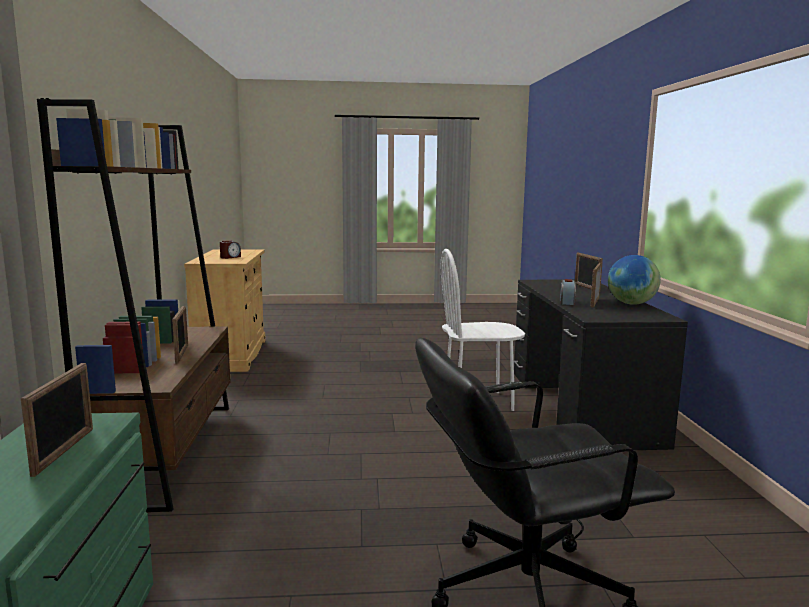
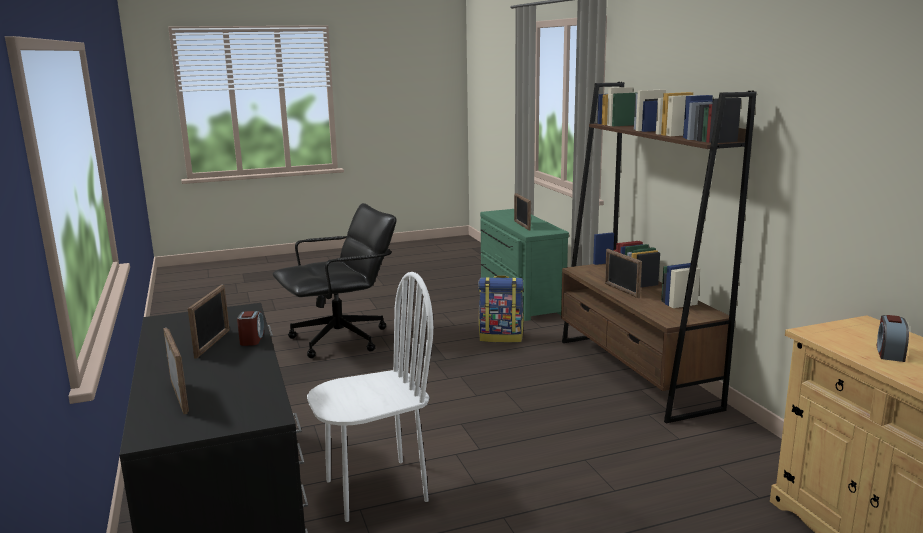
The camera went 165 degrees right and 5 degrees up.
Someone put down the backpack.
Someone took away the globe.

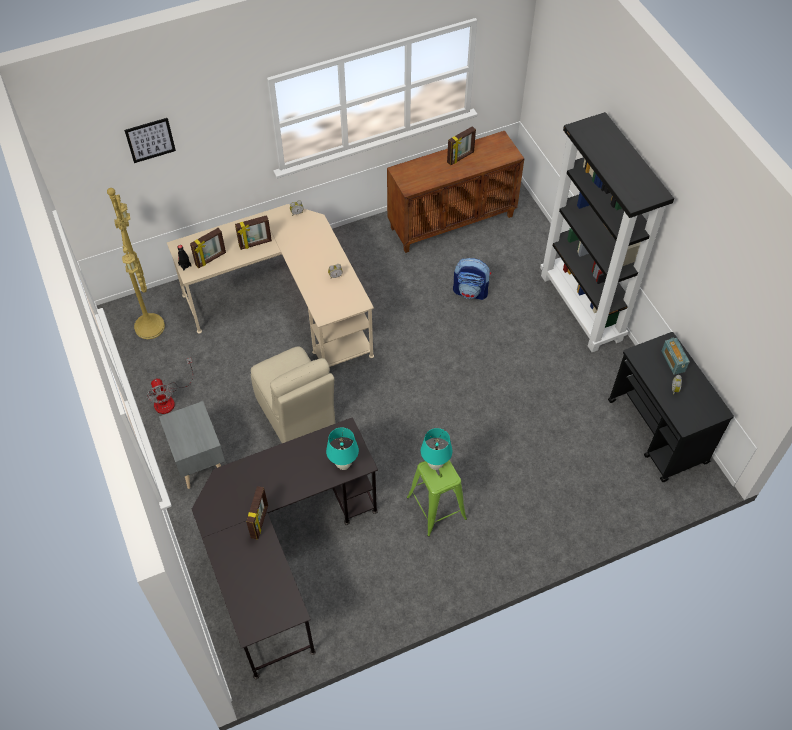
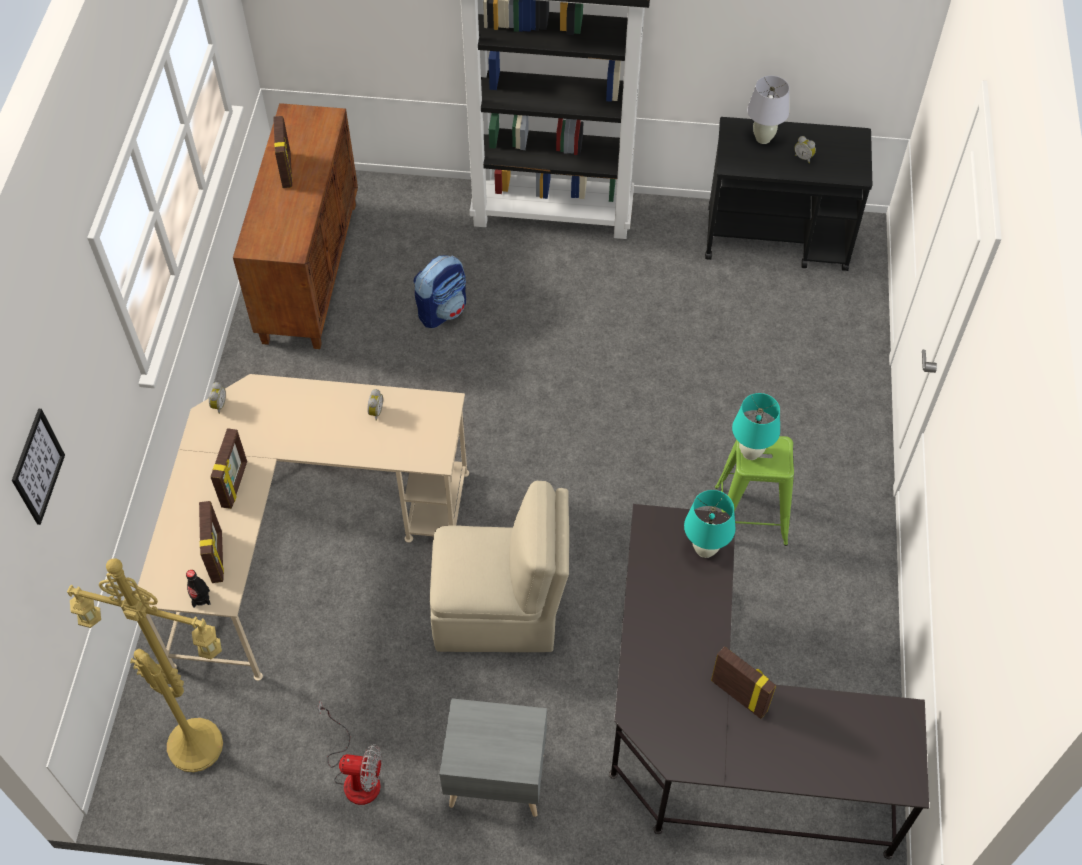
The camera went 60 degrees left and 0 degrees up.
Someone swapped the radio for the table lamp (white).

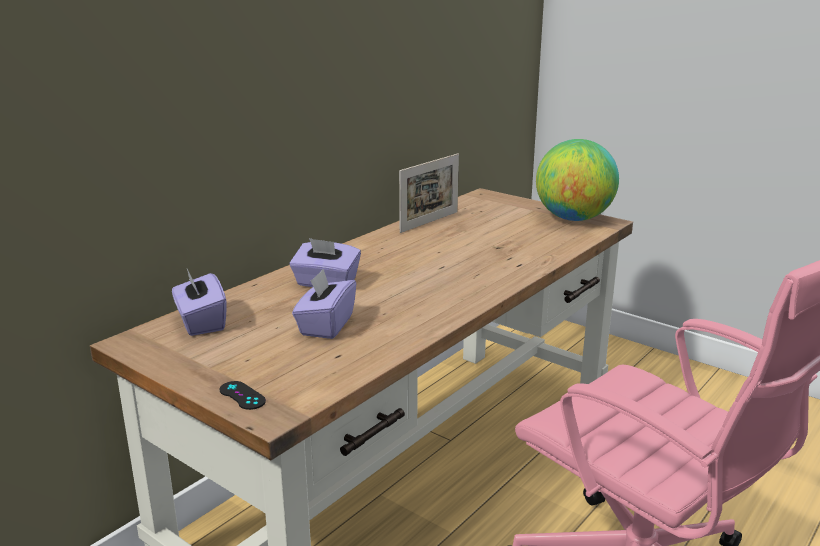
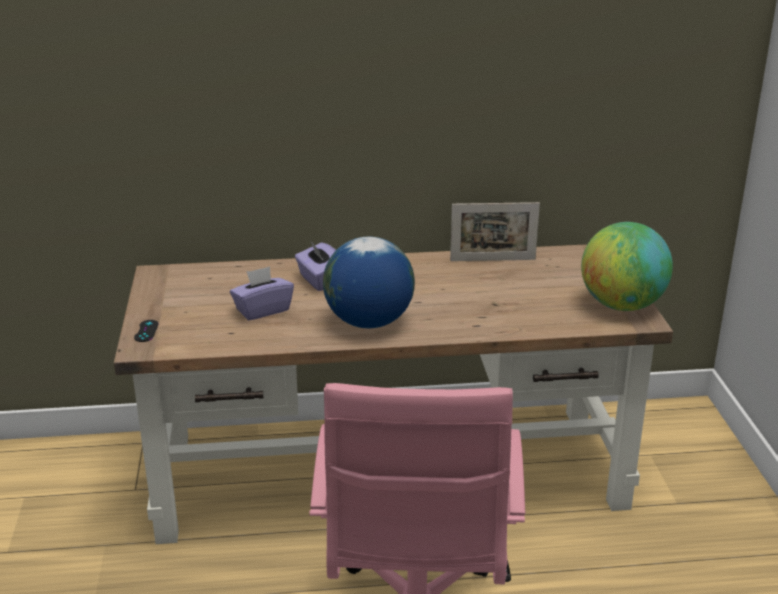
The camera went 45 degrees right and 5 degrees up.
Someone put down the globe (no. 1 from left).
Someone took away the tissue box (purple) (no. 1 from left).

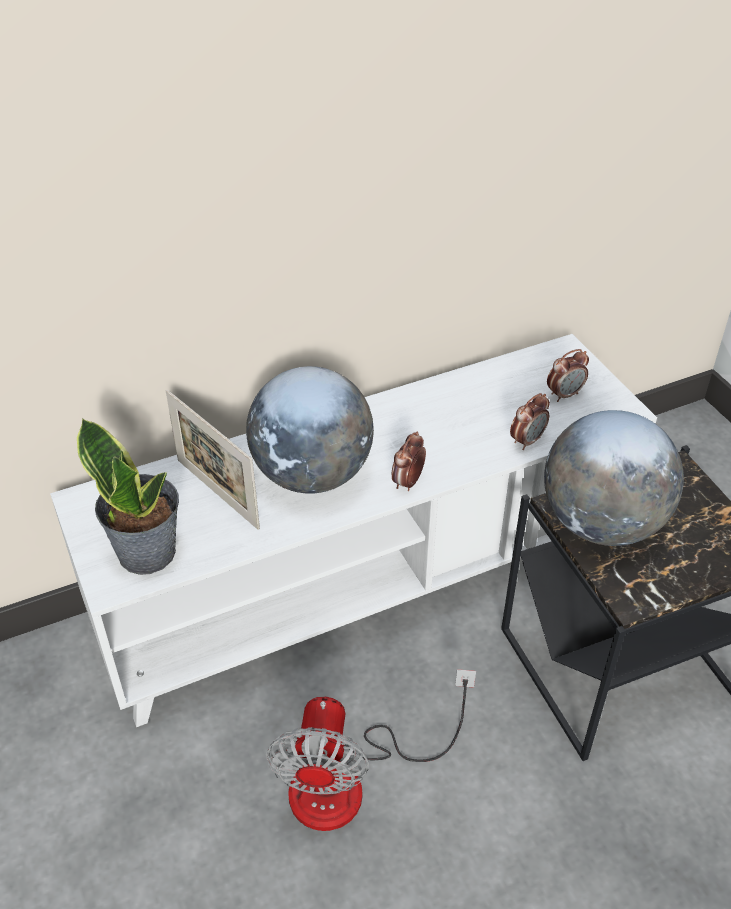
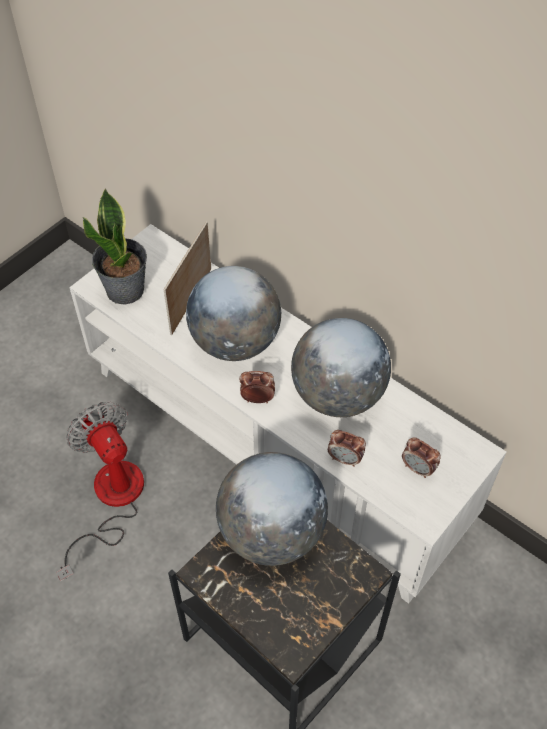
The camera went 65 degrees right and 10 degrees up.
Someone rotated the fan by 75 degrees clockwise.
Someone put down the globe (no. 3 from left).

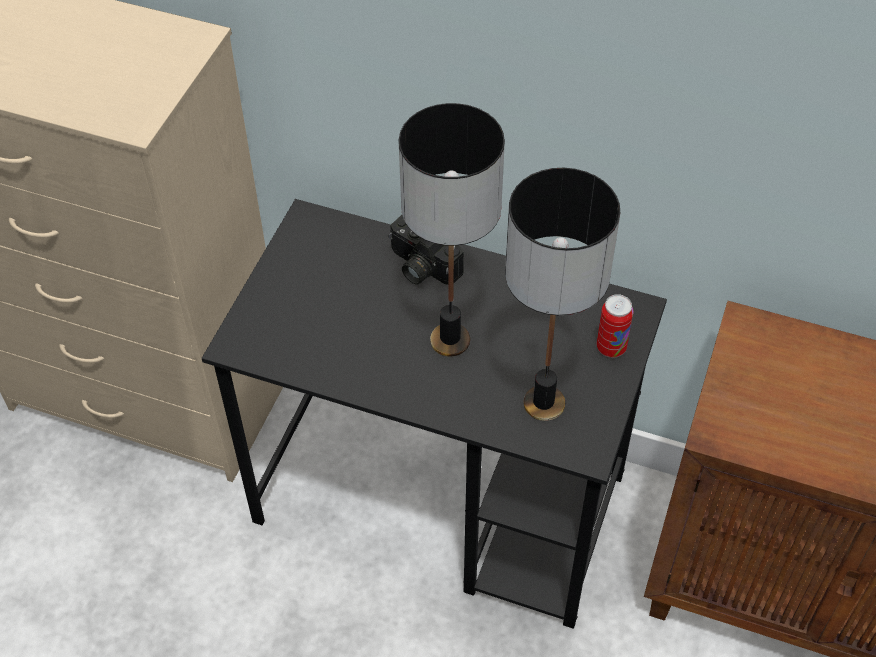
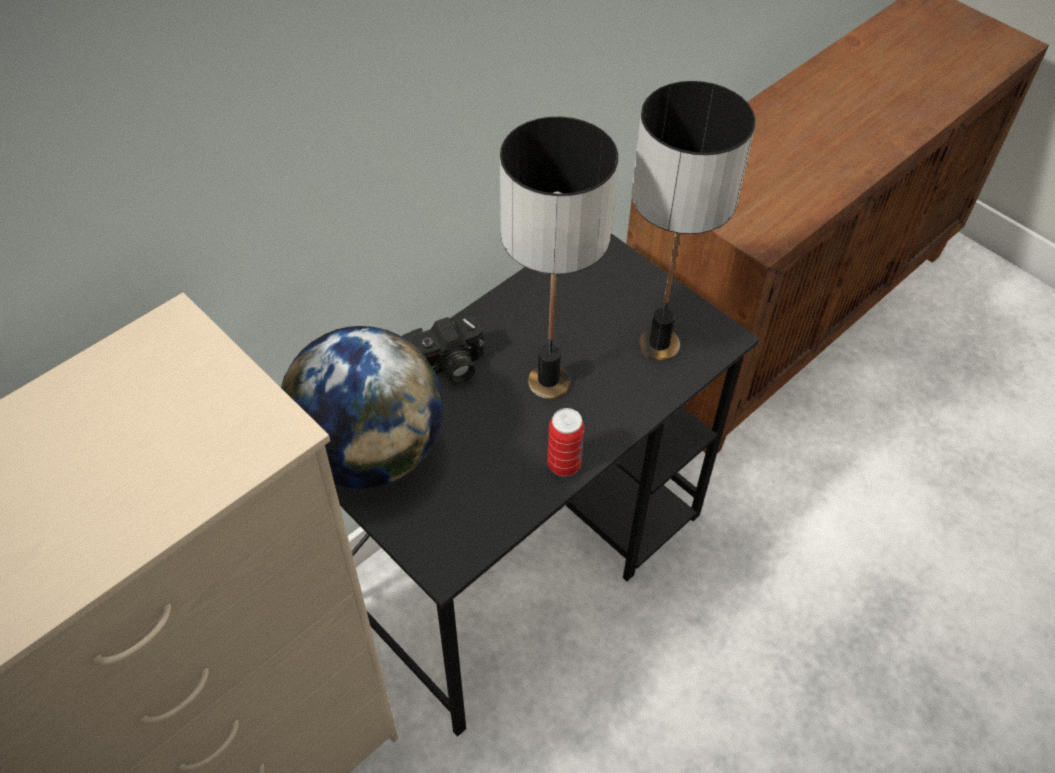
The camera went 65 degrees left and 0 degrees up.
Someone put down the globe.
Someone carried the can.

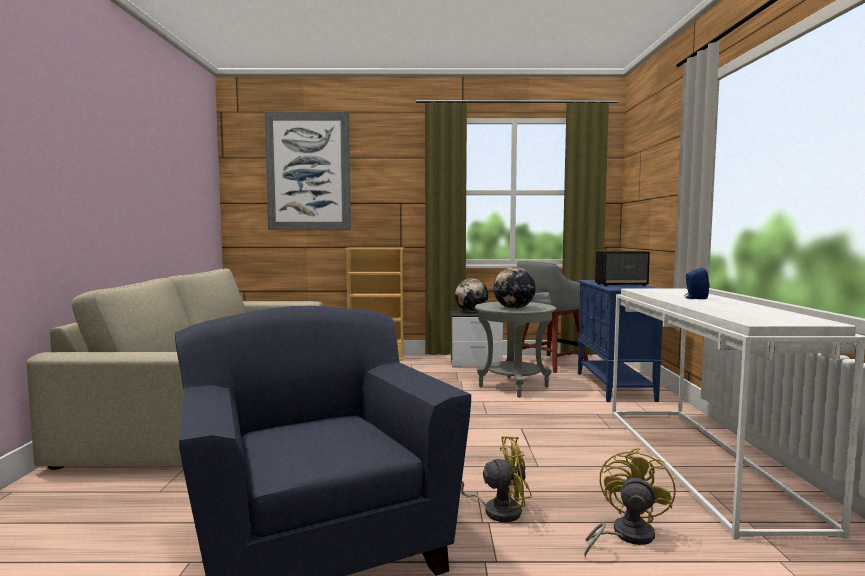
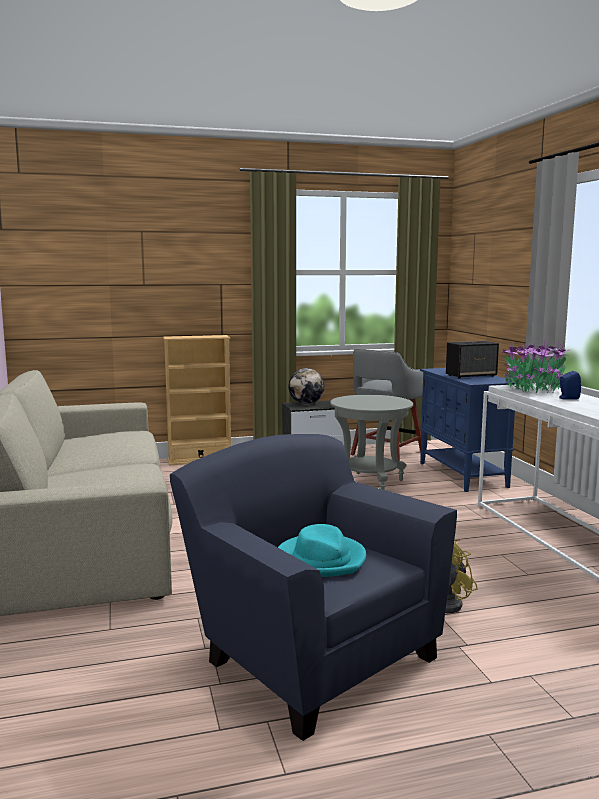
The camera went 15 degrees left and 5 degrees up.
Someone put down the hat (turquoise).
Someone put down the potted plant.
Someone took away the picture.
Someone took away the globe (no. 2 from left).
Someone took away the fan (yellow) (no. 2 from left).

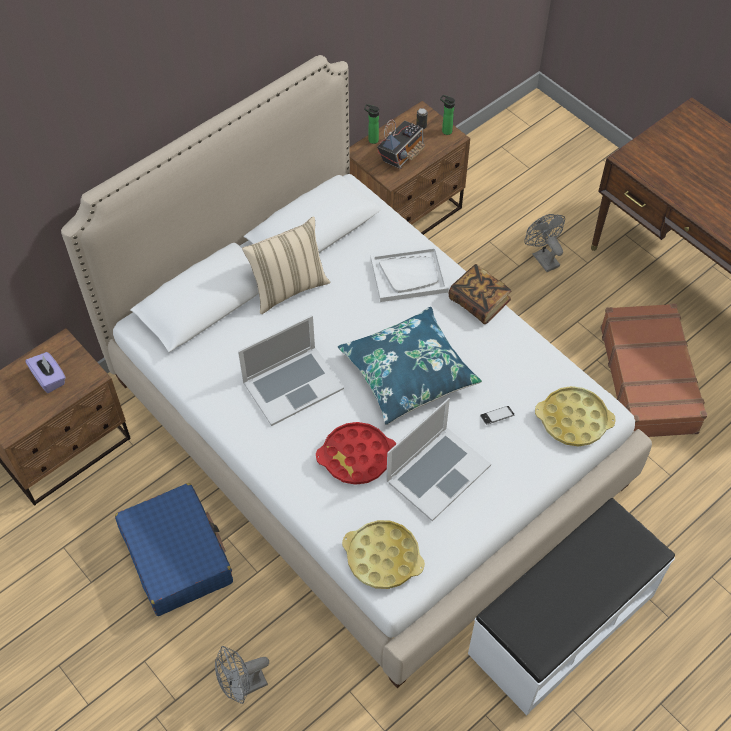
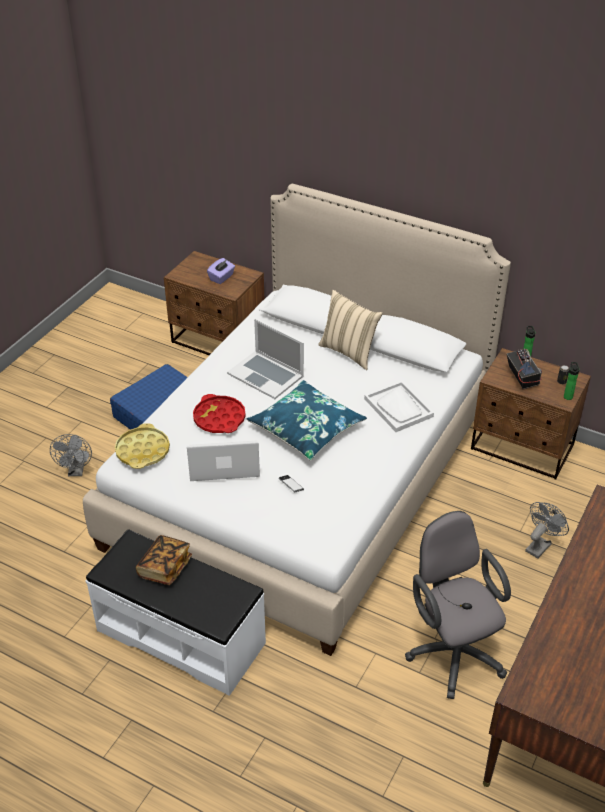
The camera went 70 degrees right and 15 degrees down.
Someone rotated the fan (grey) (no. 1 from left) by 135 degrees counterclockwise.
Someone carried the book.
Someone rotated the laptop (no. 2 from left in the first image) by 150 degrees clockwise.
Someone swapped the suitcase (brown) for the office chair (grey).
Someone rotated the radio by 120 degrees counterclockwise.
Someone took away the tray (yellow) (no. 2 from left).

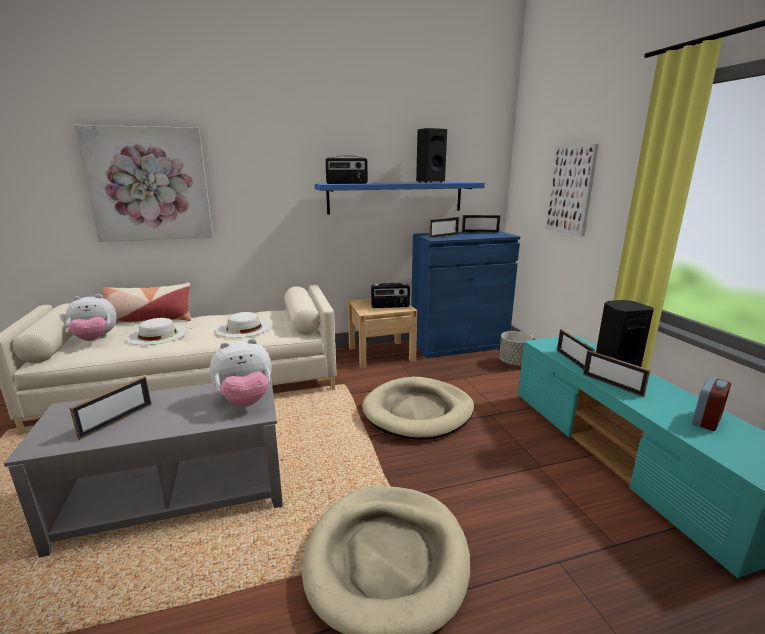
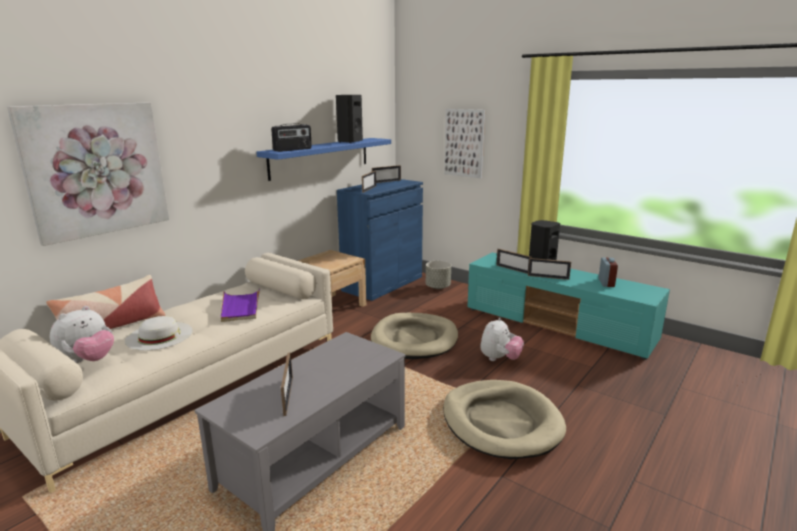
The camera went 35 degrees left and 0 degrees up.
Someone swapped the hat (white) (no. 2 from left) for the tray (purple).
Someone carried the plush toy (no. 2 from left).
Someone took away the radio (no. 2 from left).

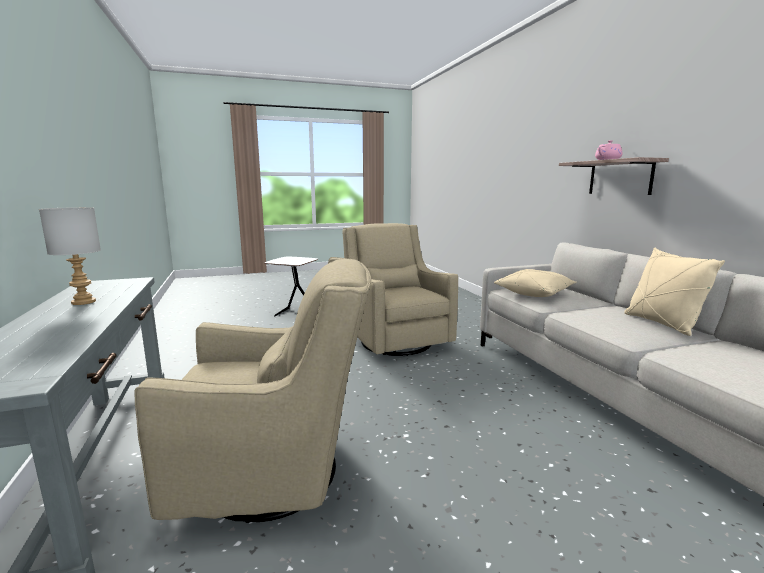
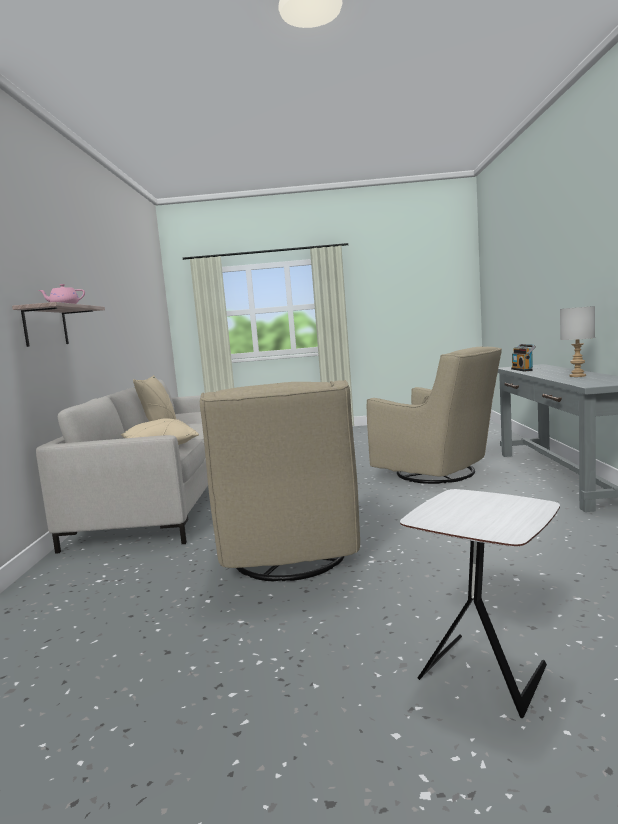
The camera went 160 degrees left and 5 degrees down.
Someone rotated the armchair (beige) (no. 1 from left in the first image) by 150 degrees counterclockwise.
Someone put down the radio.

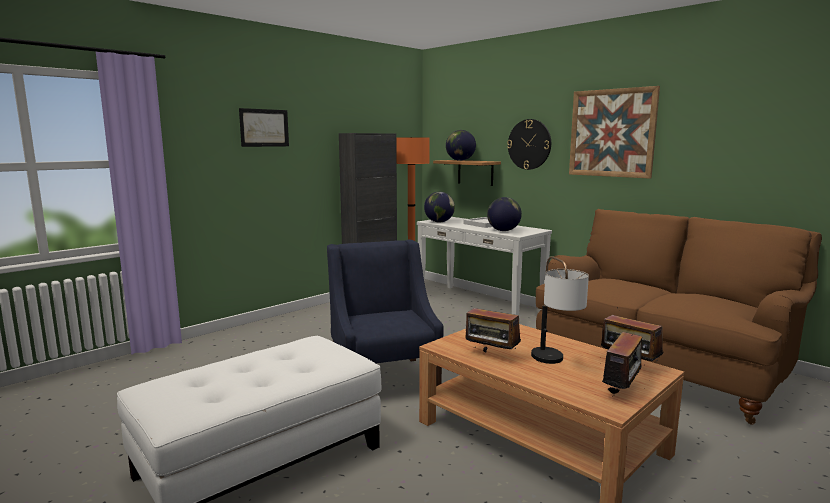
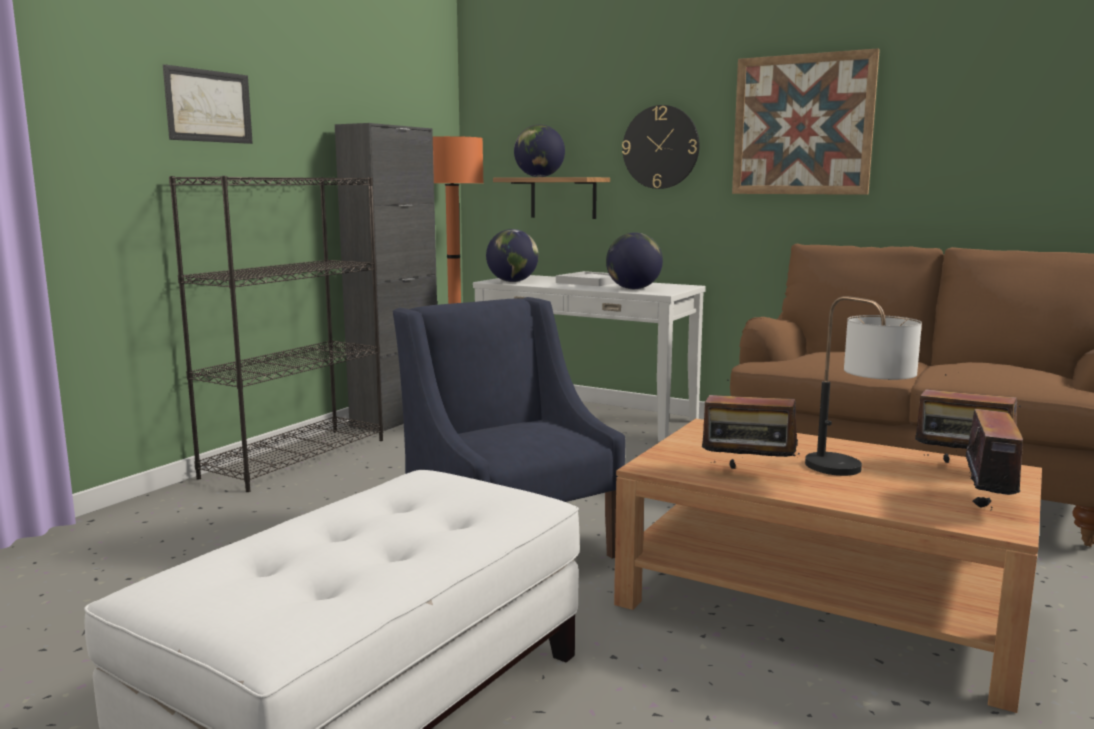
The camera went 15 degrees left and 0 degrees up.
Someone put down the bookcase (black).

